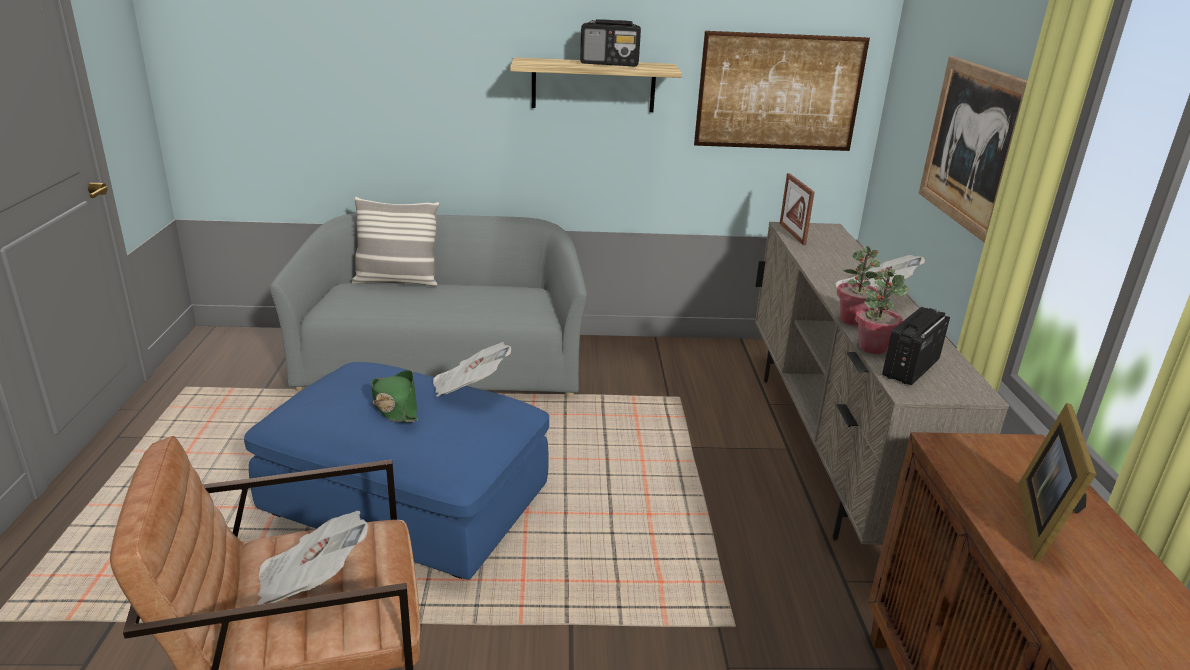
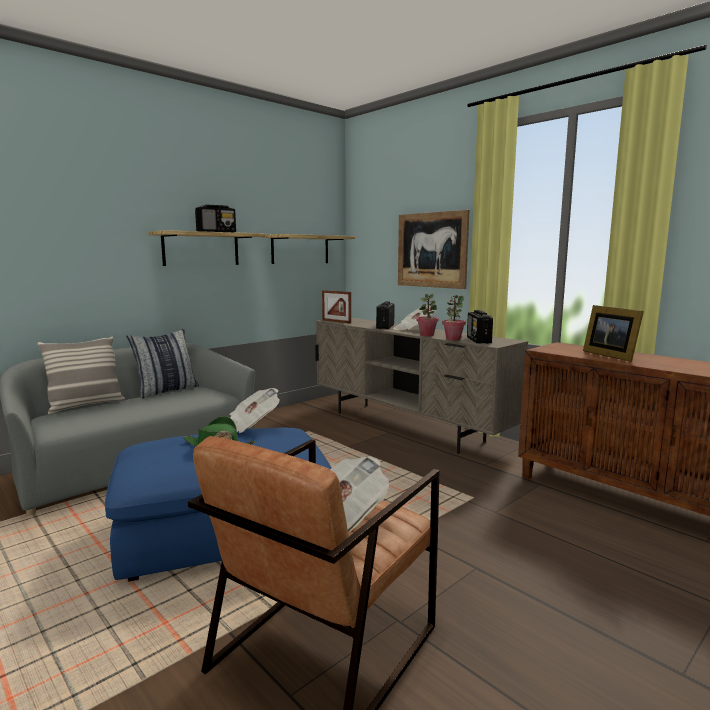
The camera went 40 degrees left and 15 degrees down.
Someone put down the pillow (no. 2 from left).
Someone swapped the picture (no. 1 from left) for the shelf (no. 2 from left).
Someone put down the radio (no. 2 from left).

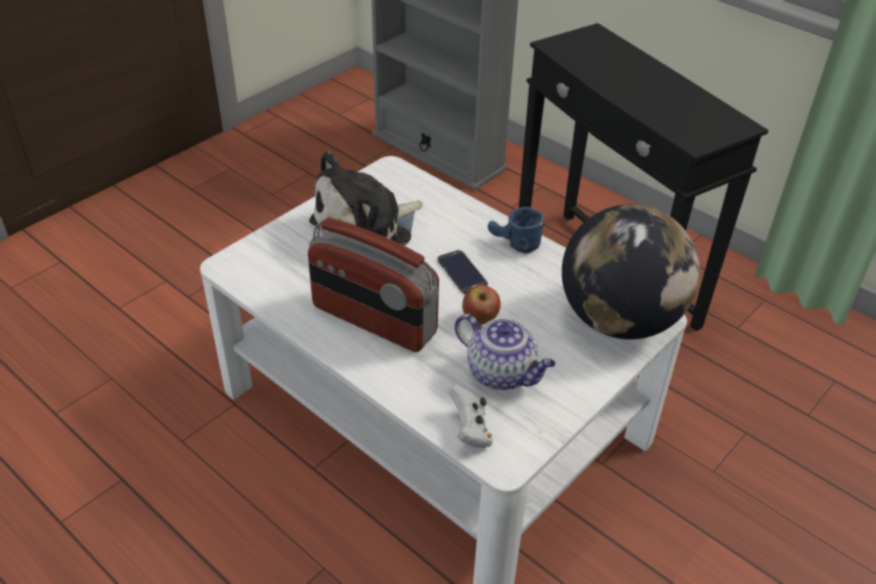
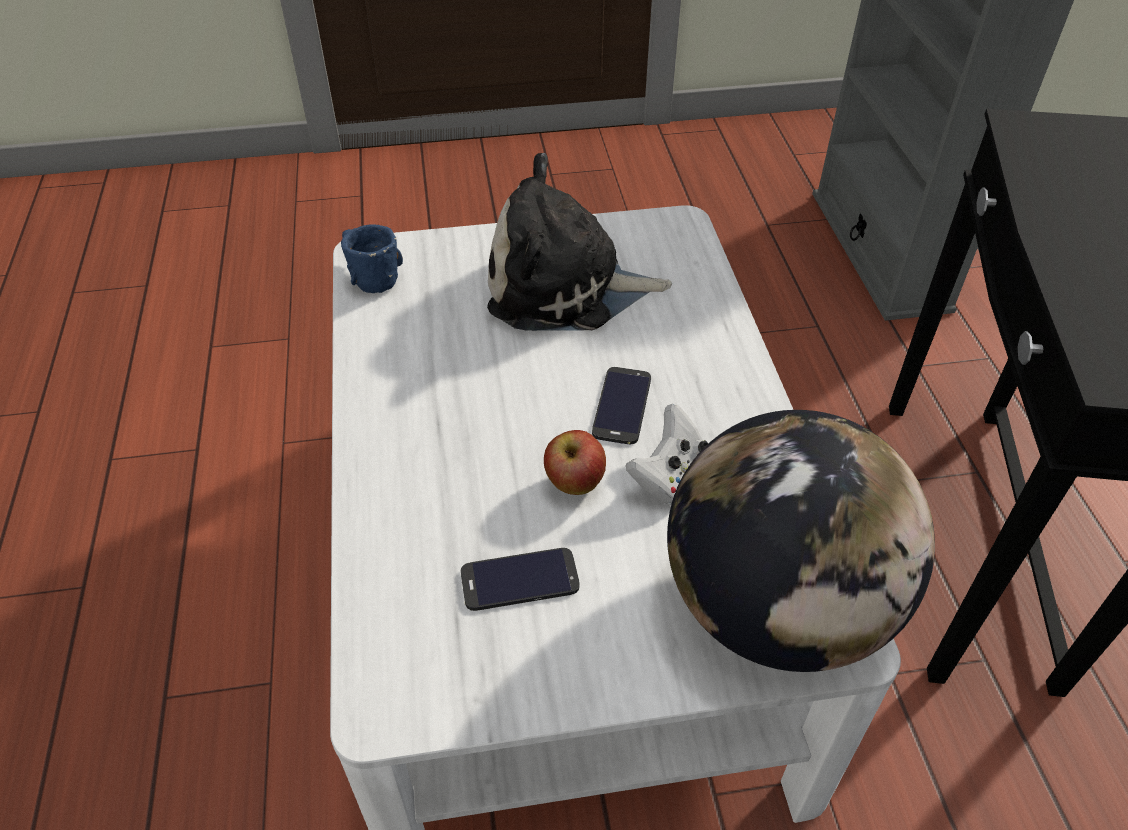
The camera went 40 degrees right and 5 degrees up.
Someone carried the mug (blue).
Someone swapped the teapot for the phone (no. 1 from left).
Someone carried the game controller (white).
Someone took away the radio.

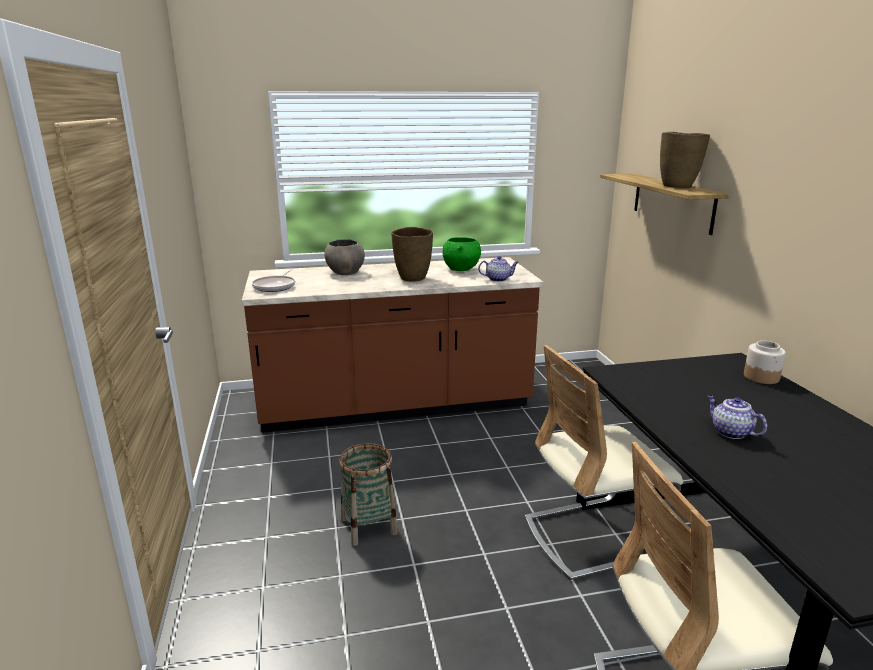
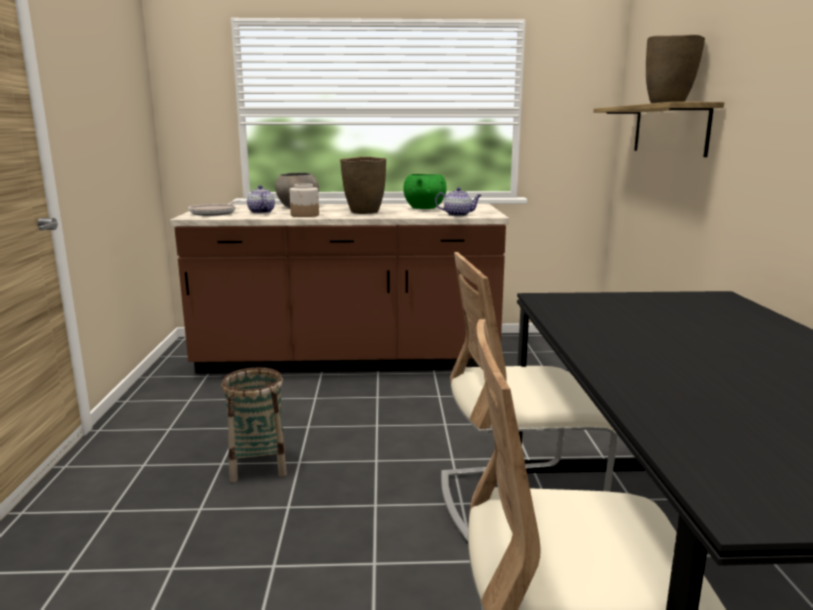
The camera went 10 degrees right and 5 degrees down.
Someone carried the teapot (no. 2 from left in the first image).
Someone carried the jar.

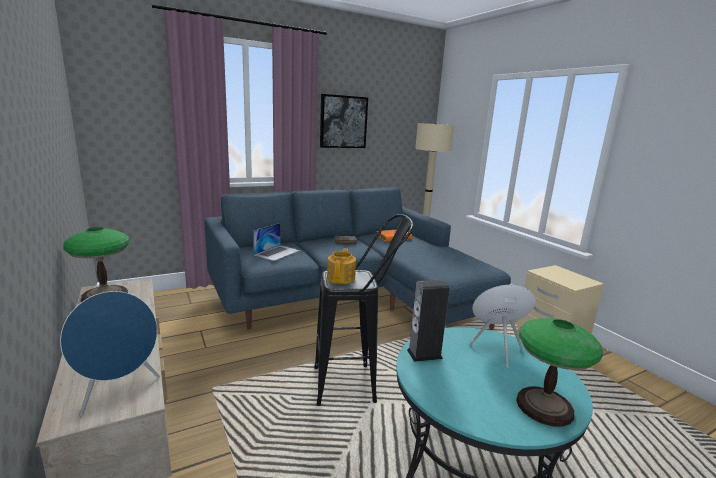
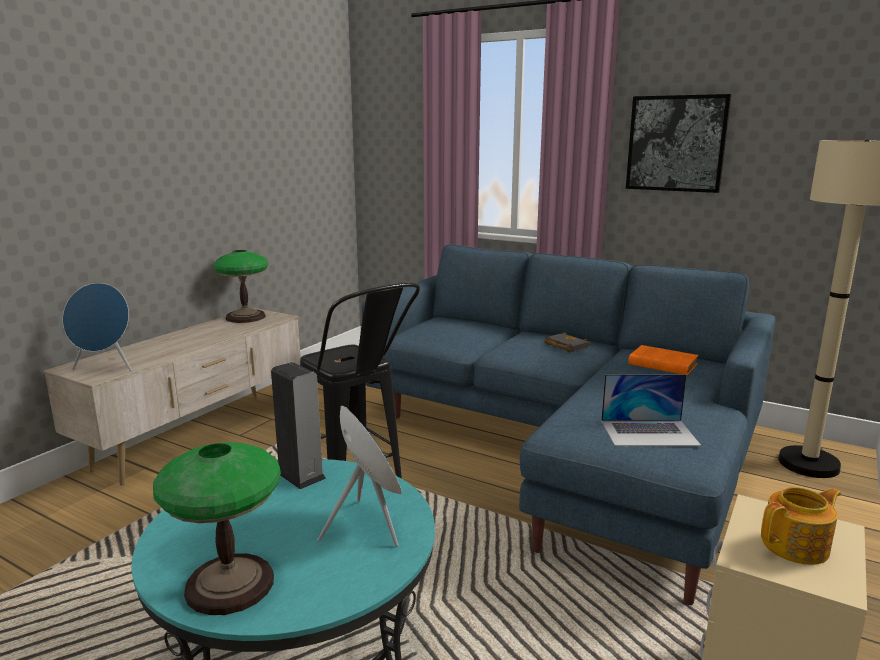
The camera went 60 degrees right and 0 degrees up.
Someone carried the laptop.
Someone carried the teapot.

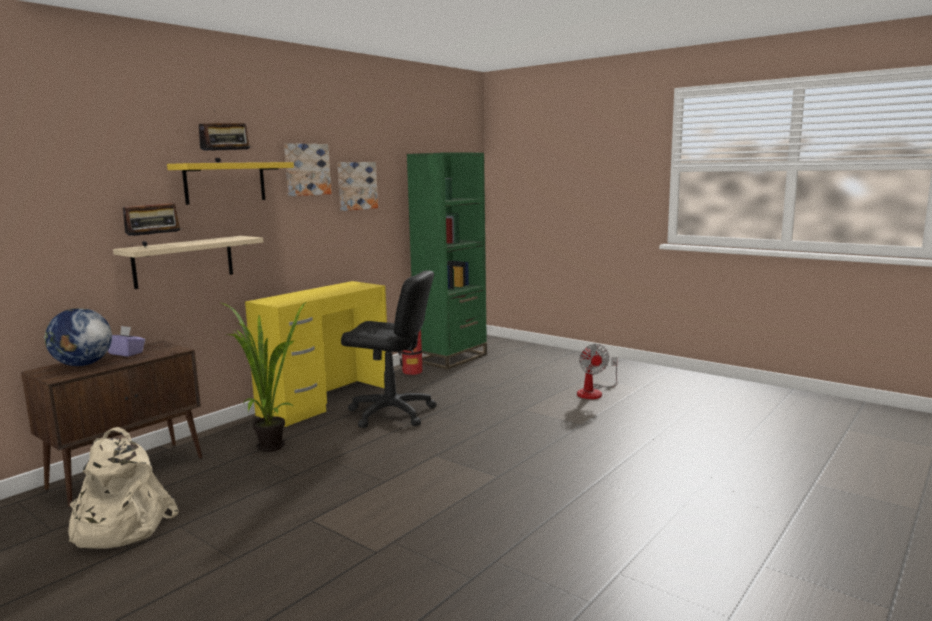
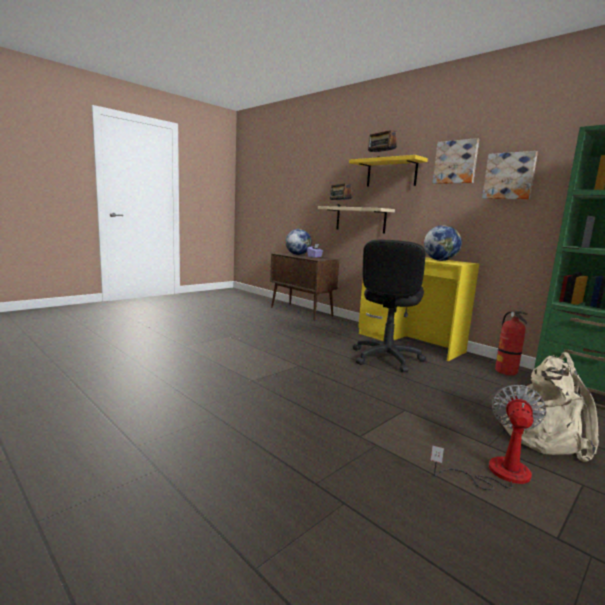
The camera went 95 degrees right and 0 degrees up.
Someone put down the globe (no. 2 from left).
Someone rotated the fan by 120 degrees clockwise.
Someone carried the backpack (beige).
Someone took away the potted plant.

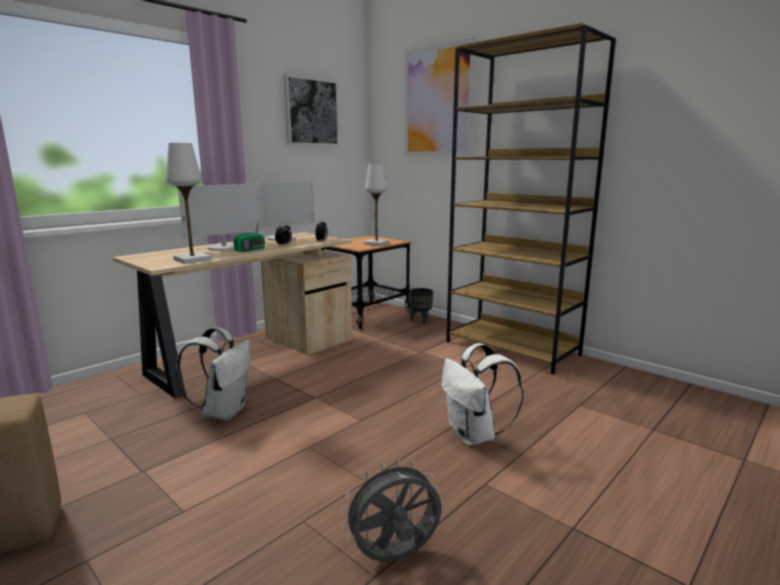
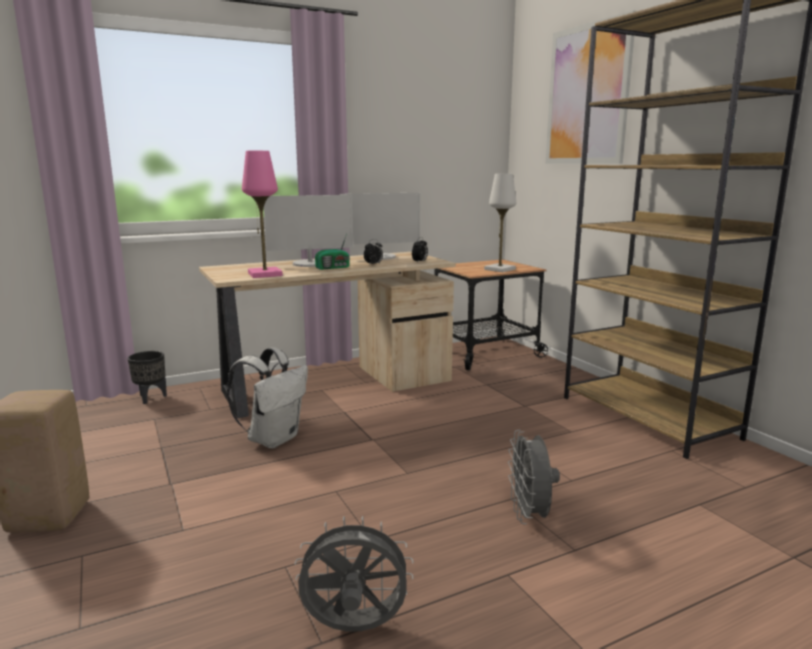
The camera went 20 degrees right and 0 degrees up.
Someone carried the planter (black).
Someone repainted the table lamp (white) (no. 1 from left), which became the table lamp (pink).
Someone swapped the backpack (white) (no. 2 from left) for the fan (grey) (no. 2 from left).
Someone took away the picture (no. 1 from left).

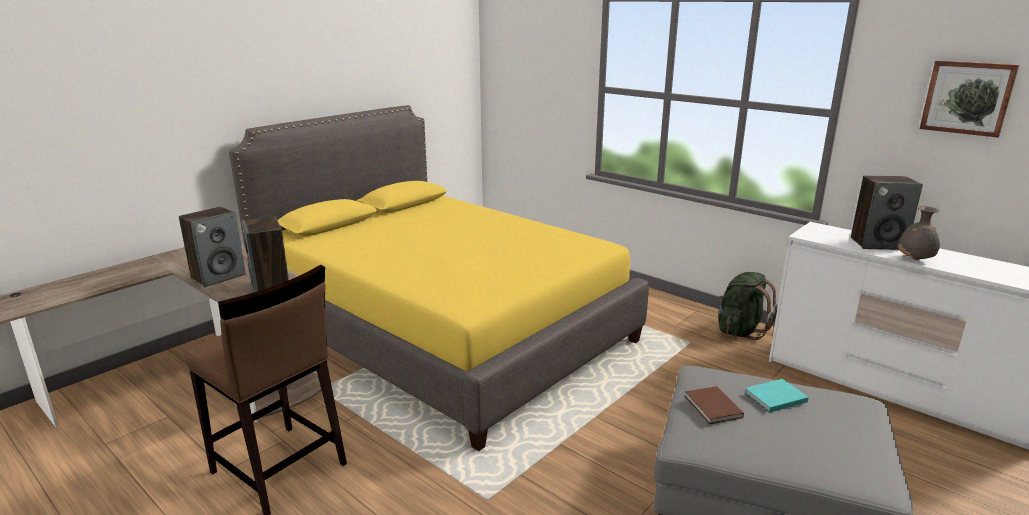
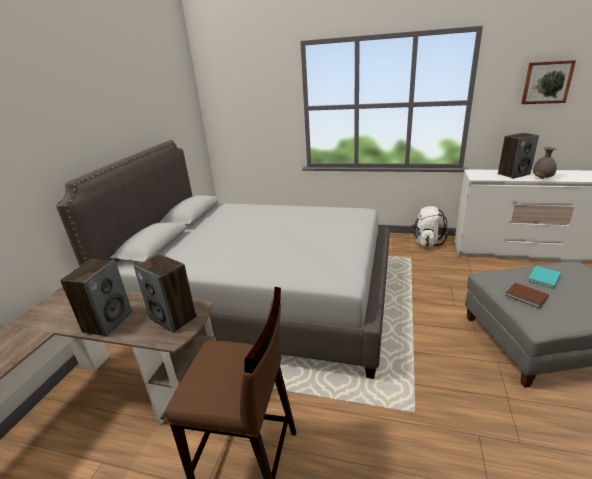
The camera went 25 degrees left and 5 degrees up.
Someone repainted the bed (yellow), which became the bed (grey).
Someone repainted the backpack (green), which became the backpack (white).

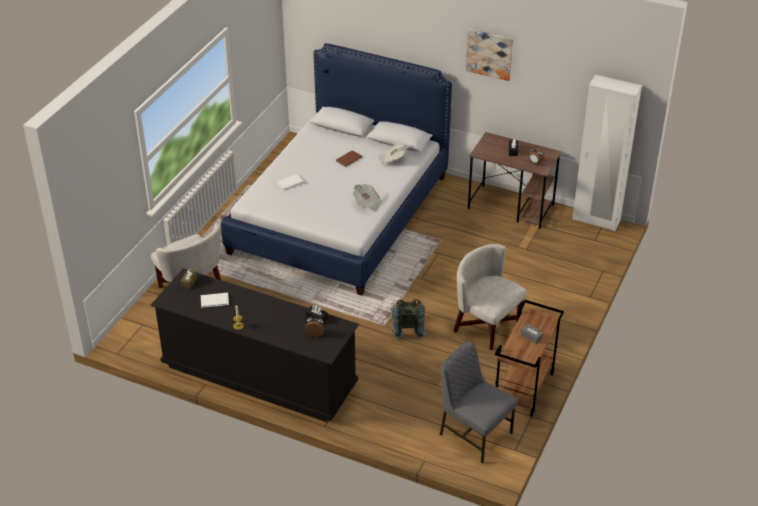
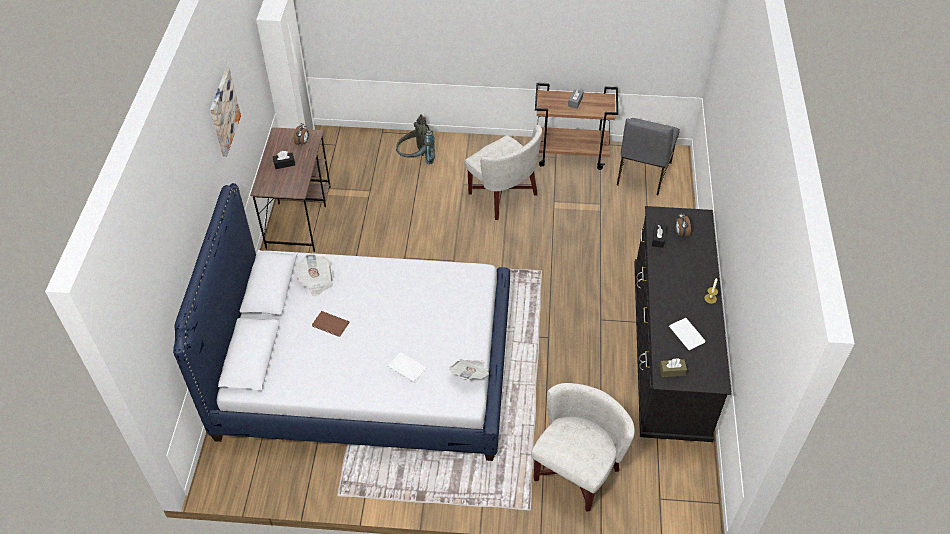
The camera went 110 degrees left and 10 degrees up.
Someone carried the backpack (grey).
Someone carried the newspaper (no. 1 from left in the first image).
Someone rotated the armchair (white) (no. 2 from left in the first image) by 60 degrees counterclockwise.

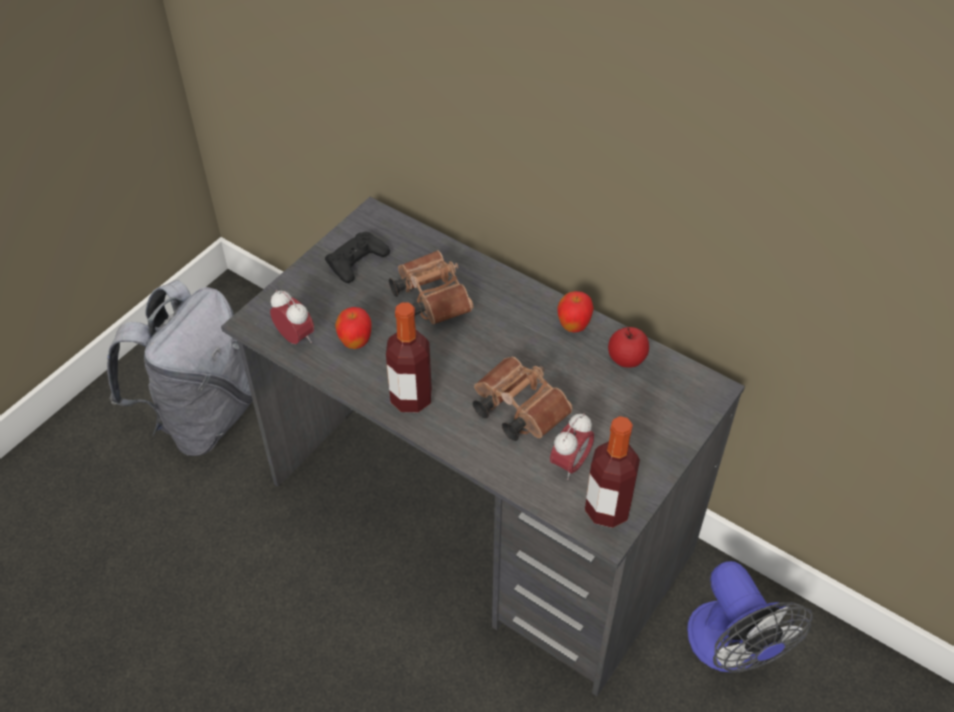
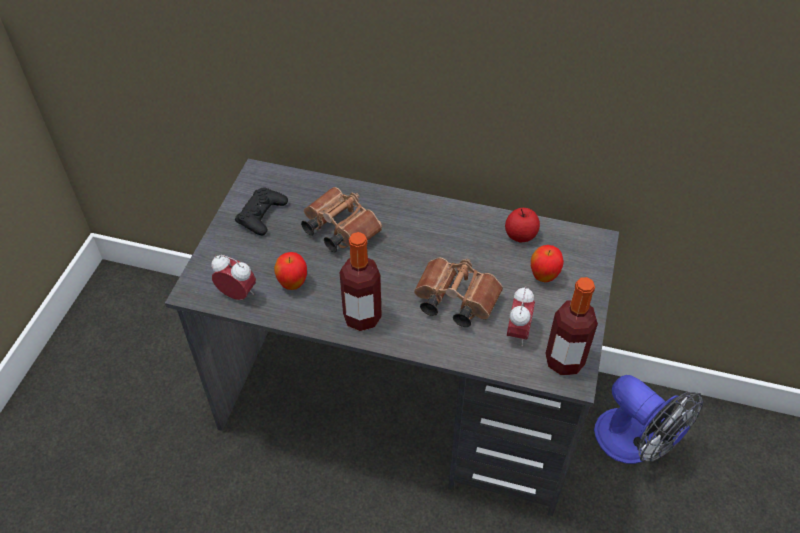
The camera went 20 degrees left and 0 degrees up.
Someone carried the apple (no. 2 from left in the first image).
Someone took away the backpack (grey).

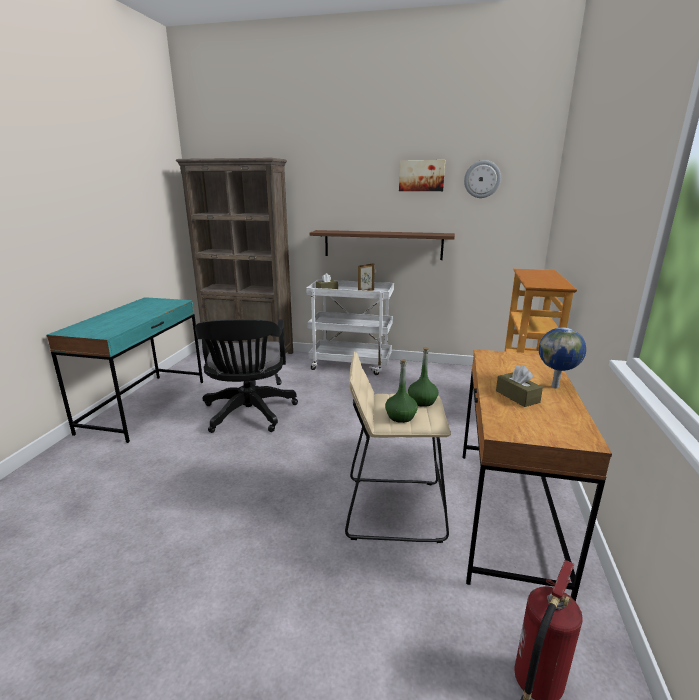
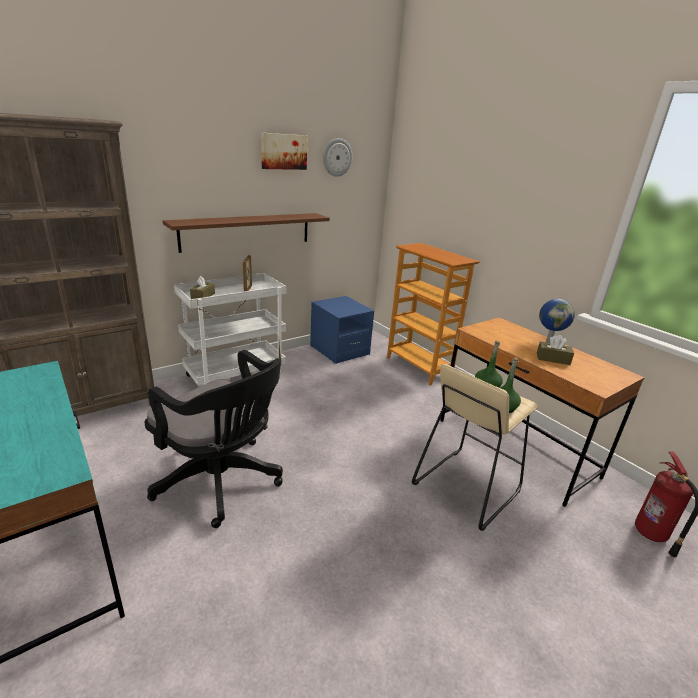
The camera went 50 degrees left and 5 degrees up.
Someone put down the nightstand (blue).

